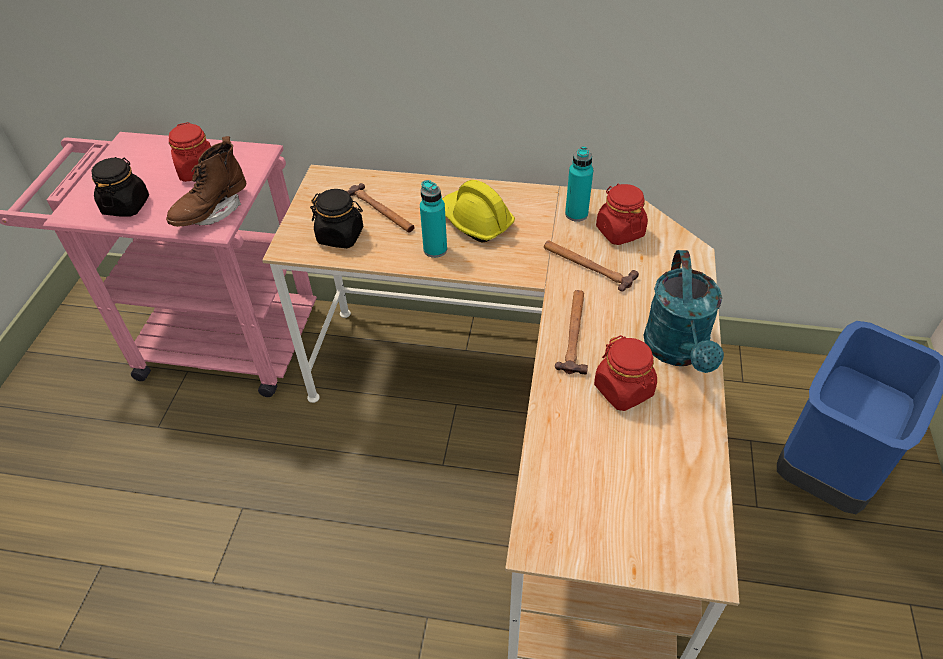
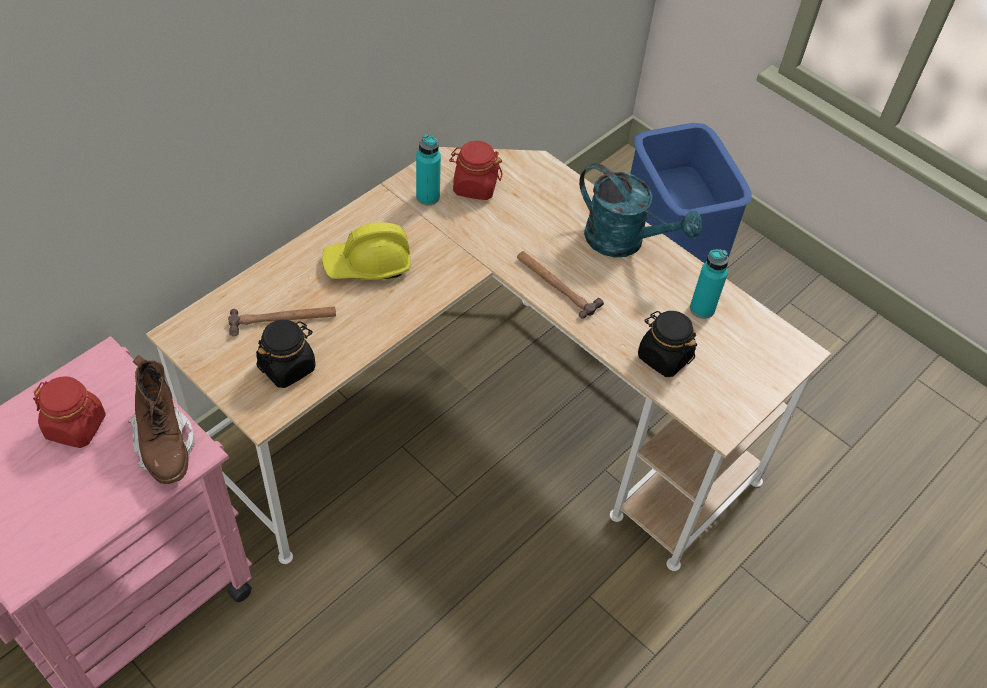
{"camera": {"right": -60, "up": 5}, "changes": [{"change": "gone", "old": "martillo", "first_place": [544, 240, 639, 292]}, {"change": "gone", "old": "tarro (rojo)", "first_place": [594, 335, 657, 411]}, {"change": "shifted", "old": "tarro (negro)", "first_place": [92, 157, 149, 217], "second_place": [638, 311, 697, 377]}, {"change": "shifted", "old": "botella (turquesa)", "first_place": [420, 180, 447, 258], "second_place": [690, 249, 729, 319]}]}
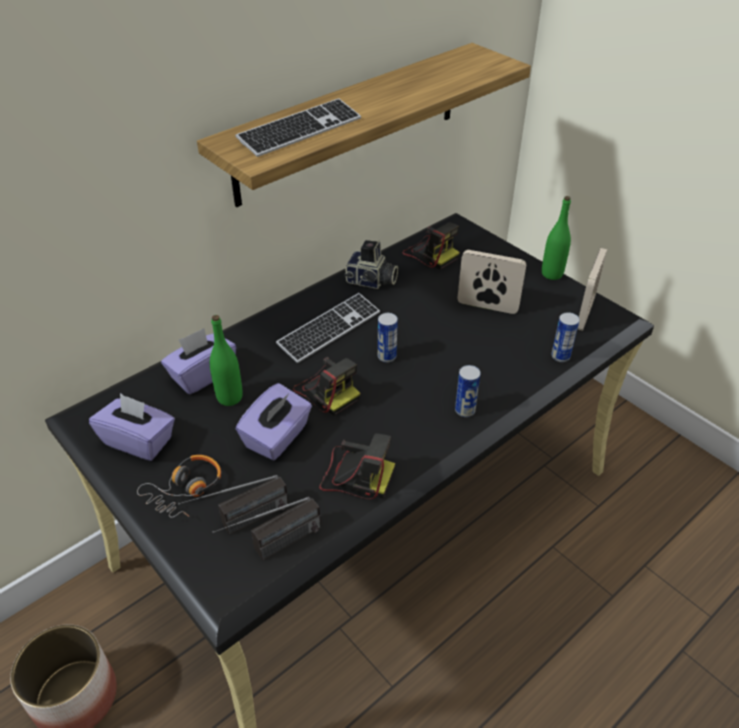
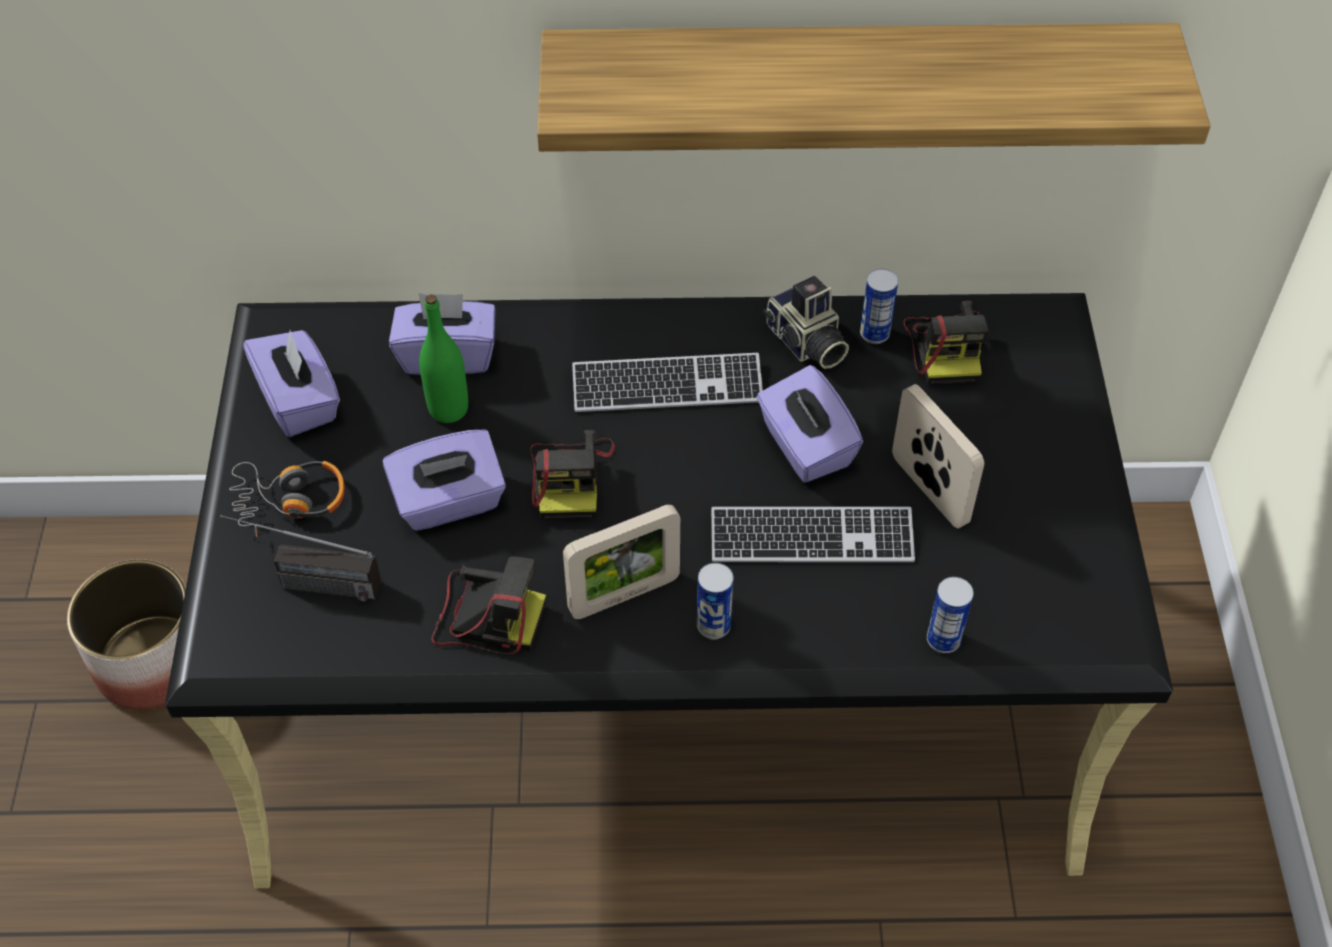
{"camera": {"right": 40, "up": 10}, "changes": [{"change": "gone", "old": "radio", "first_place": [212, 497, 321, 560]}, {"change": "gone", "old": "botella (verde)", "first_place": [542, 196, 571, 280]}, {"change": "new", "new": "caja de pañuelos (morado)", "second_place": [757, 365, 863, 483]}, {"change": "shifted", "old": "teclado", "first_place": [236, 98, 361, 157], "second_place": [711, 507, 915, 562]}, {"change": "shifted", "old": "lata", "first_place": [378, 313, 398, 362], "second_place": [860, 269, 898, 344]}, {"change": "shifted", "old": "portarretratos", "first_place": [578, 248, 607, 331], "second_place": [563, 504, 680, 619]}, {"change": "rotated", "old": "cámara", "first_place": [319, 433, 395, 500], "second_place": [431, 556, 546, 654], "degrees": -45}]}
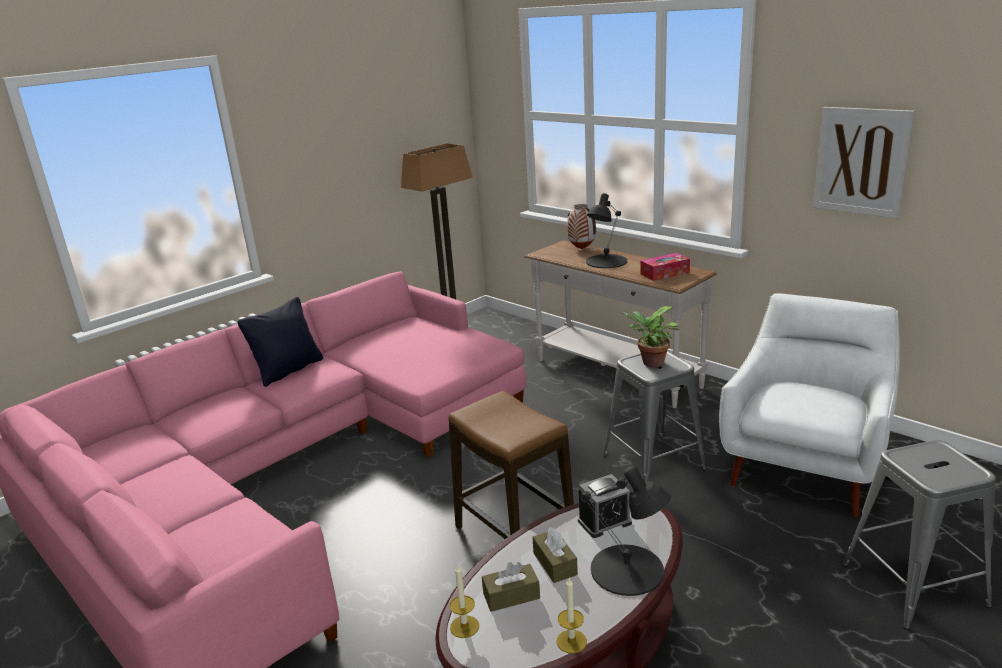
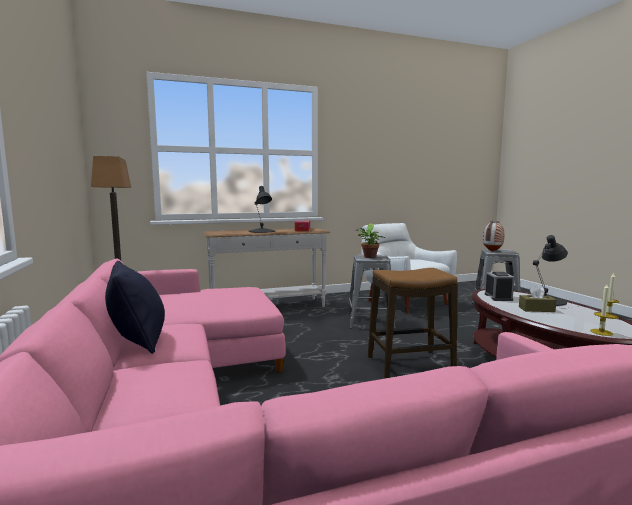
{"camera": {"right": -65, "up": -15}, "changes": [{"change": "gone", "old": "caja de pañuelos (marrón)", "first_place": [482, 562, 540, 612]}, {"change": "gone", "old": "cuadro", "first_place": [813, 107, 915, 219]}, {"change": "shifted", "old": "florero", "first_place": [567, 204, 596, 249], "second_place": [483, 221, 504, 252]}]}
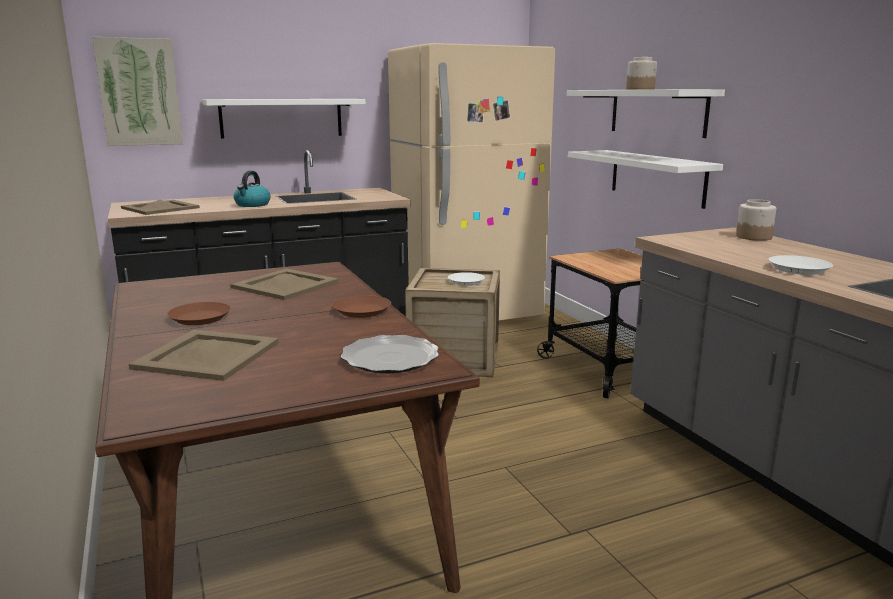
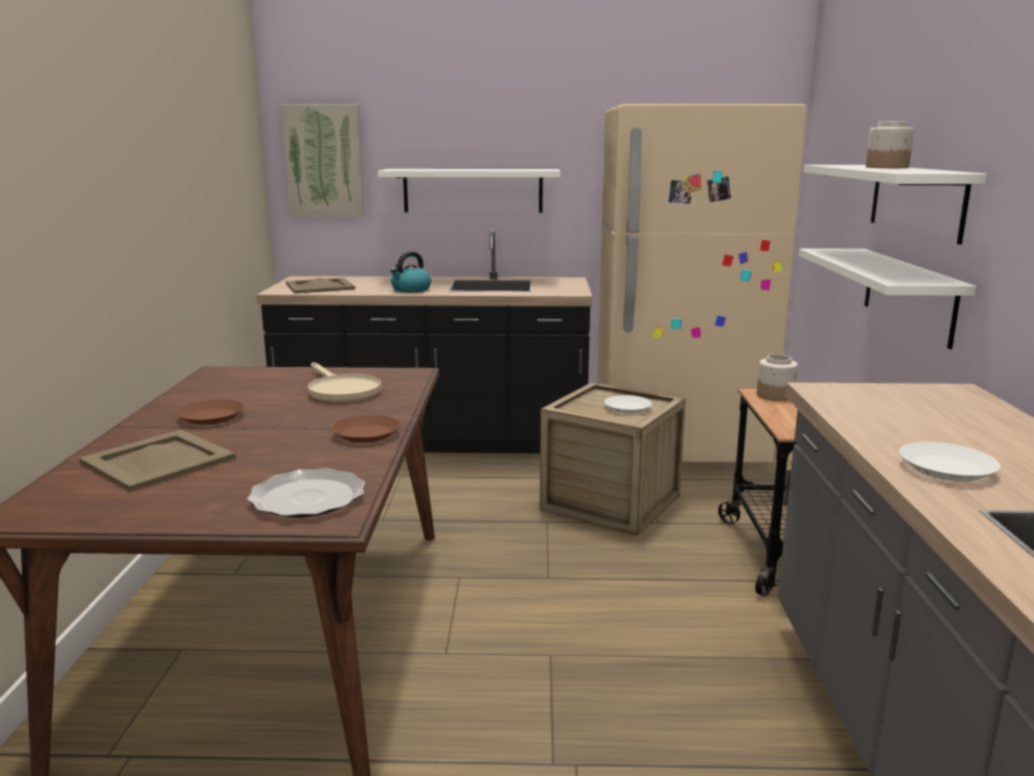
{"camera": {"right": 25, "up": 0}, "changes": [{"change": "shifted", "old": "tarro", "first_place": [736, 199, 776, 241], "second_place": [757, 354, 798, 401]}, {"change": "swapped", "old": "bandeja (beis)", "new": "sartén (beis)", "first_place": [230, 269, 339, 300], "second_place": [308, 362, 382, 402]}]}
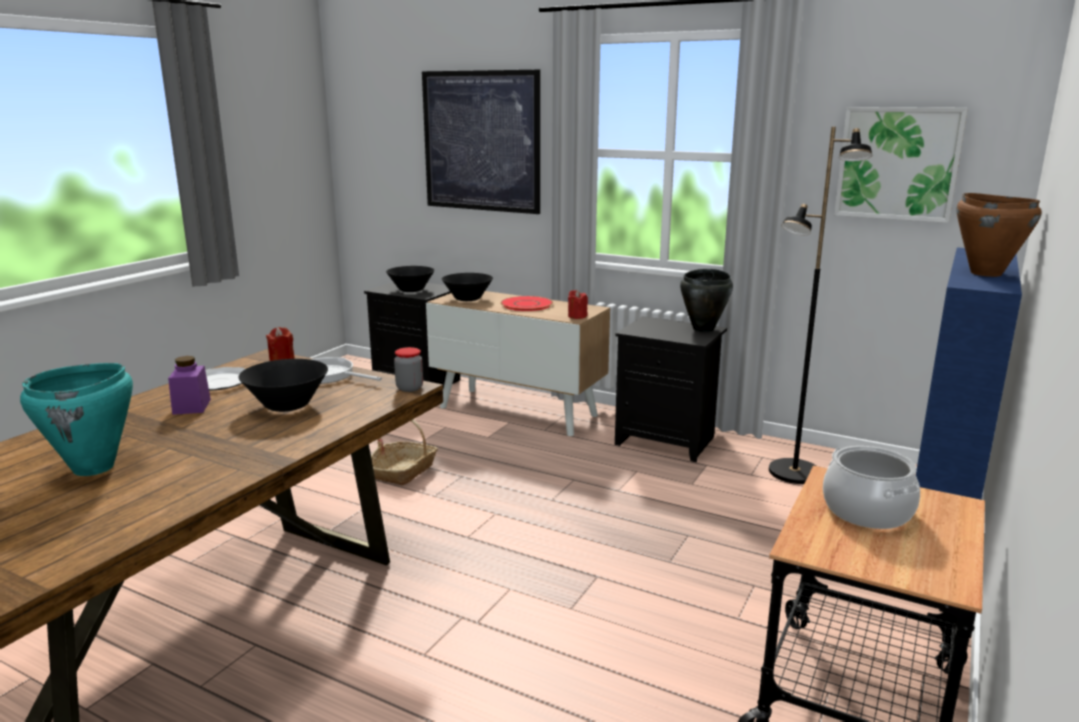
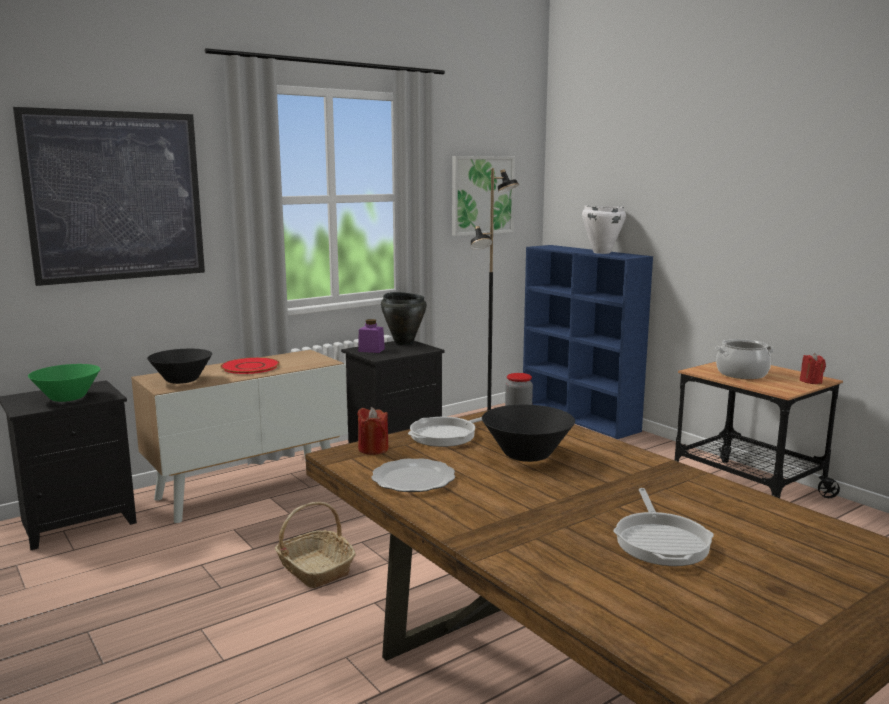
{"camera": {"right": -65, "up": -5}, "changes": [{"change": "shifted", "old": "tarro (morado)", "first_place": [168, 356, 211, 415], "second_place": [358, 319, 385, 353]}, {"change": "shifted", "old": "vela (rojo)", "first_place": [568, 290, 588, 319], "second_place": [800, 353, 826, 384]}, {"change": "swapped", "old": "olla (turquesa)", "new": "sartén", "first_place": [20, 363, 133, 476], "second_place": [613, 488, 714, 566]}, {"change": "repainted", "old": "cuenco (negro)", "new": "cuenco (verde)", "first_place": [386, 266, 435, 292], "second_place": [28, 364, 100, 402]}, {"change": "repainted", "old": "olla (marrón)", "new": "olla (blanco)", "first_place": [957, 193, 1042, 277], "second_place": [582, 206, 626, 254]}]}
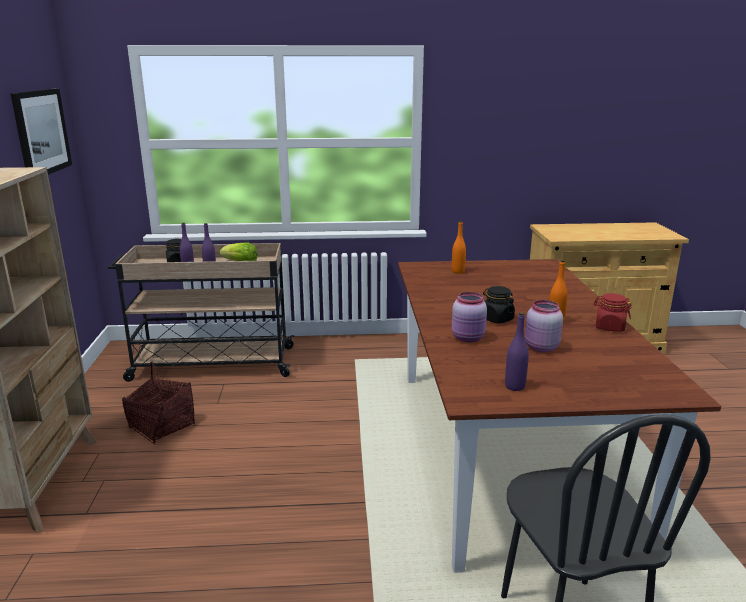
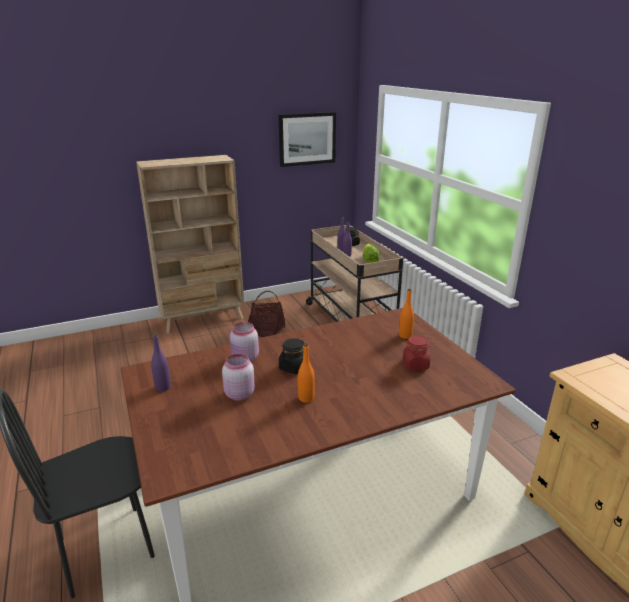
{"camera": {"right": 70, "up": 5}, "changes": [{"change": "shifted", "old": "tarro (rojo)", "first_place": [594, 293, 632, 332], "second_place": [403, 336, 430, 370]}]}
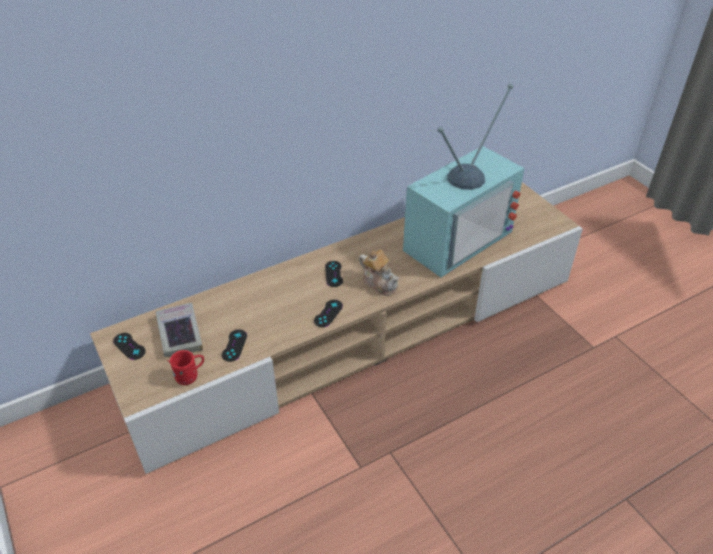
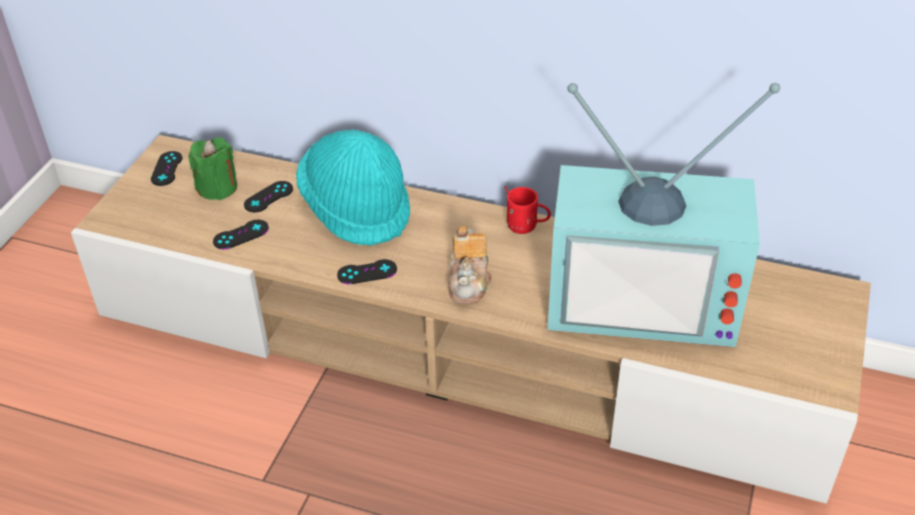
{"camera": {"right": 50, "up": 0}, "changes": [{"change": "new", "new": "sombrero (turquesa)", "second_place": [296, 129, 410, 246]}, {"change": "shifted", "old": "taza grande (rojo)", "first_place": [167, 350, 204, 385], "second_place": [504, 186, 551, 234]}, {"change": "shifted", "old": "mando de consola (negro)", "first_place": [325, 261, 343, 287], "second_place": [244, 181, 293, 213]}, {"change": "swapped", "old": "libro", "new": "vela (verde)", "first_place": [156, 302, 203, 357], "second_place": [188, 137, 237, 200]}]}
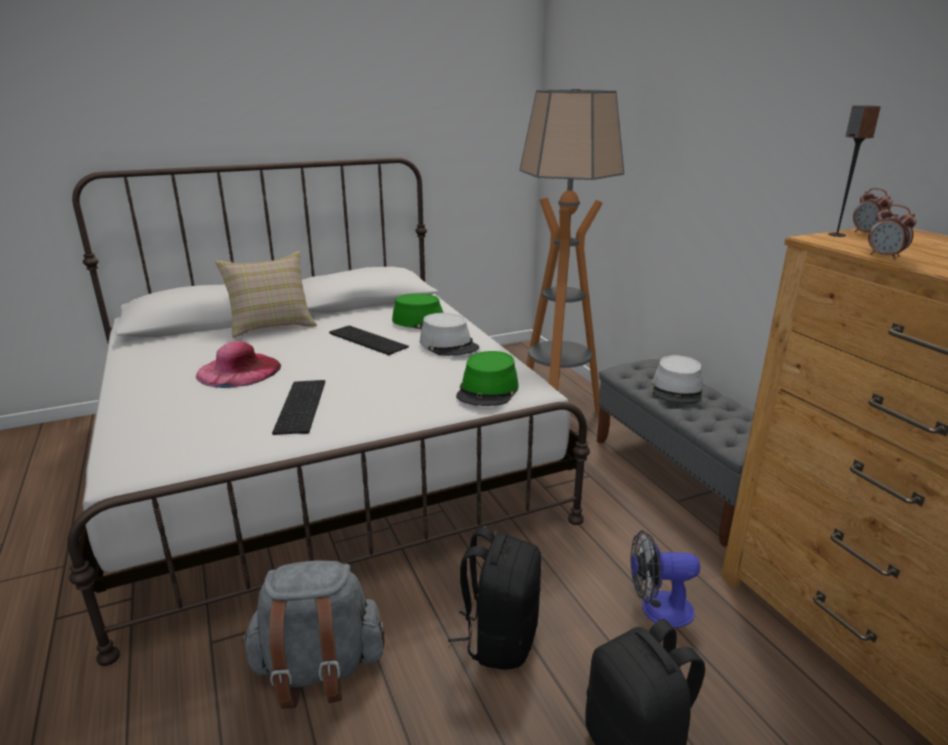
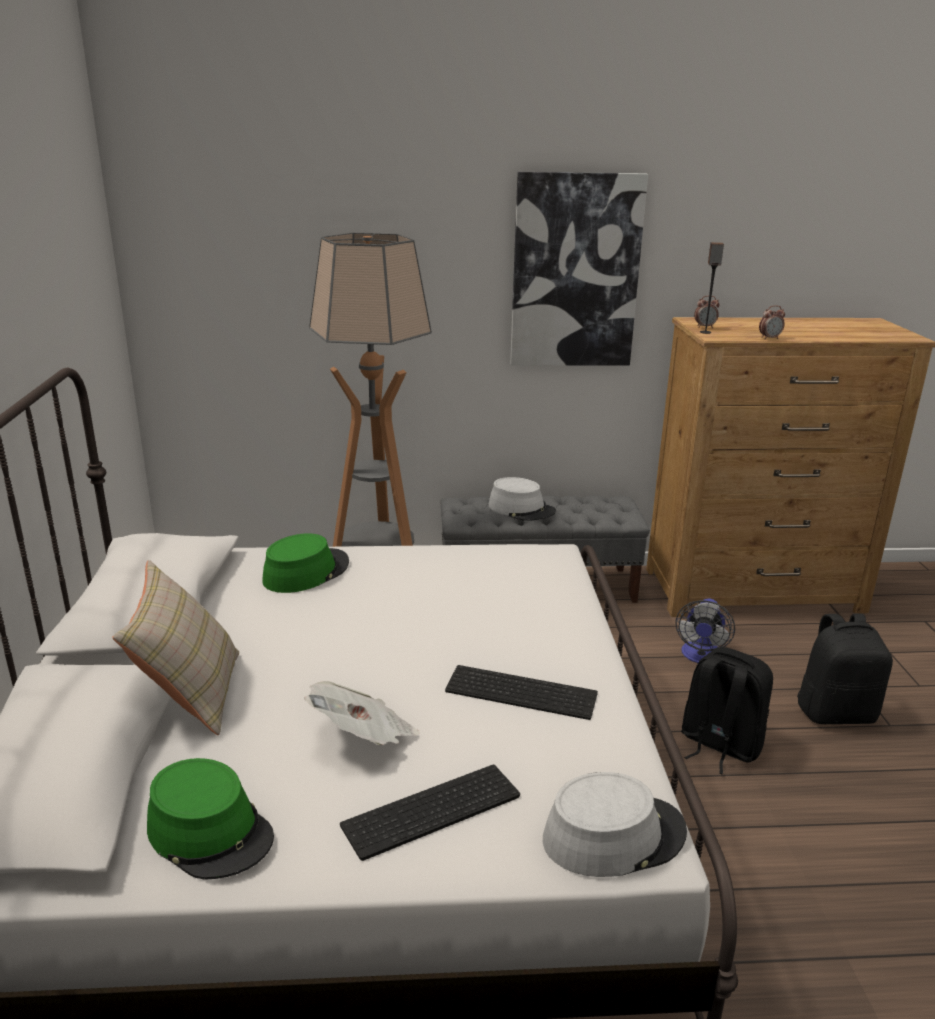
{"camera": {"right": -70, "up": 0}, "changes": [{"change": "gone", "old": "mochila (gris)", "first_place": [241, 560, 384, 709]}, {"change": "new", "new": "cuadro", "second_place": [510, 172, 648, 366]}, {"change": "shifted", "old": "teclado", "first_place": [329, 326, 409, 355], "second_place": [340, 765, 520, 861]}, {"change": "shifted", "old": "sombrero (gris)", "first_place": [420, 313, 479, 356], "second_place": [543, 772, 687, 877]}, {"change": "shifted", "old": "sombrero (verde)", "first_place": [456, 351, 519, 406], "second_place": [147, 758, 274, 880]}, {"change": "swapped", "old": "sombrero (rosa)", "new": "periódico", "first_place": [196, 341, 281, 388], "second_place": [304, 681, 419, 745]}]}
